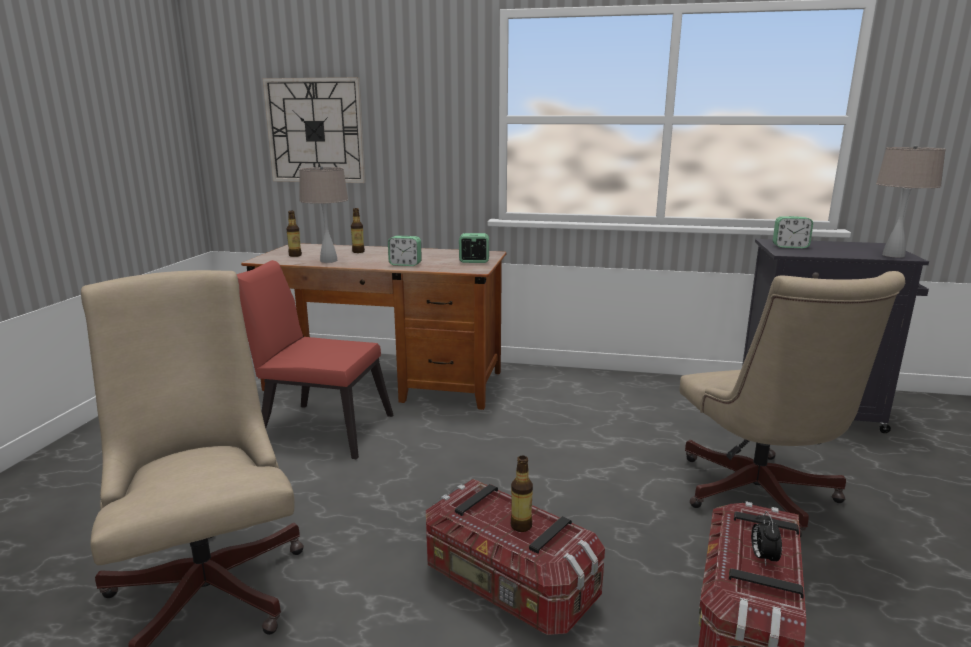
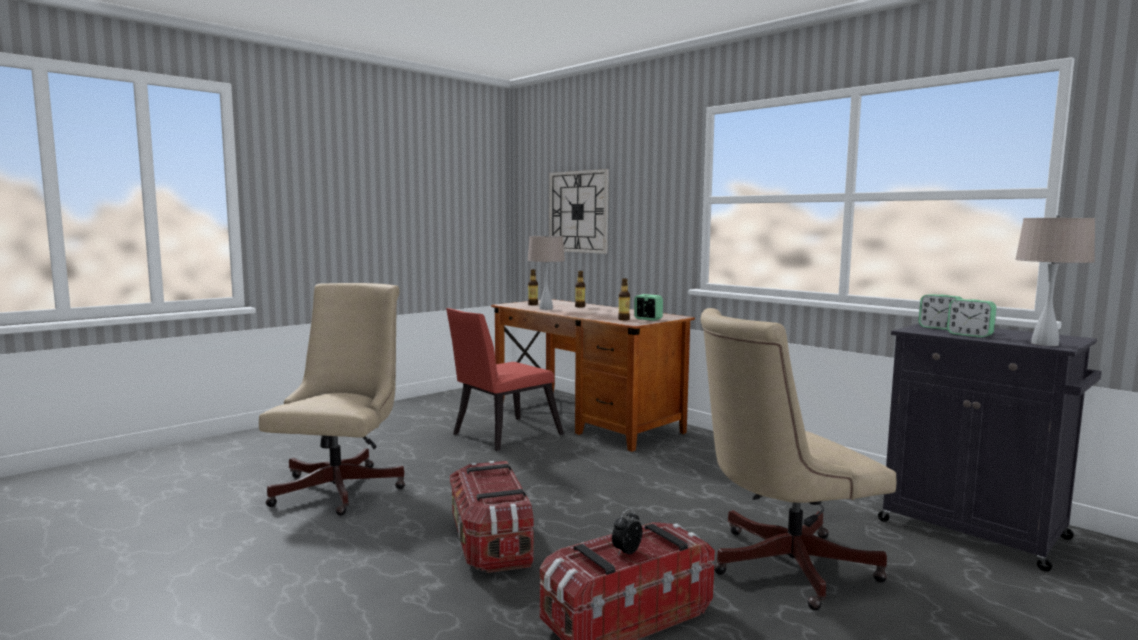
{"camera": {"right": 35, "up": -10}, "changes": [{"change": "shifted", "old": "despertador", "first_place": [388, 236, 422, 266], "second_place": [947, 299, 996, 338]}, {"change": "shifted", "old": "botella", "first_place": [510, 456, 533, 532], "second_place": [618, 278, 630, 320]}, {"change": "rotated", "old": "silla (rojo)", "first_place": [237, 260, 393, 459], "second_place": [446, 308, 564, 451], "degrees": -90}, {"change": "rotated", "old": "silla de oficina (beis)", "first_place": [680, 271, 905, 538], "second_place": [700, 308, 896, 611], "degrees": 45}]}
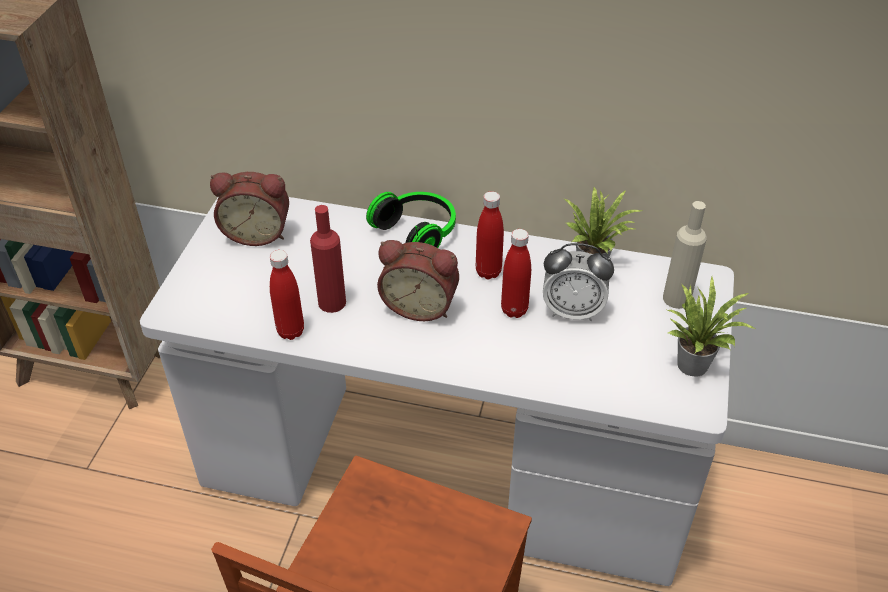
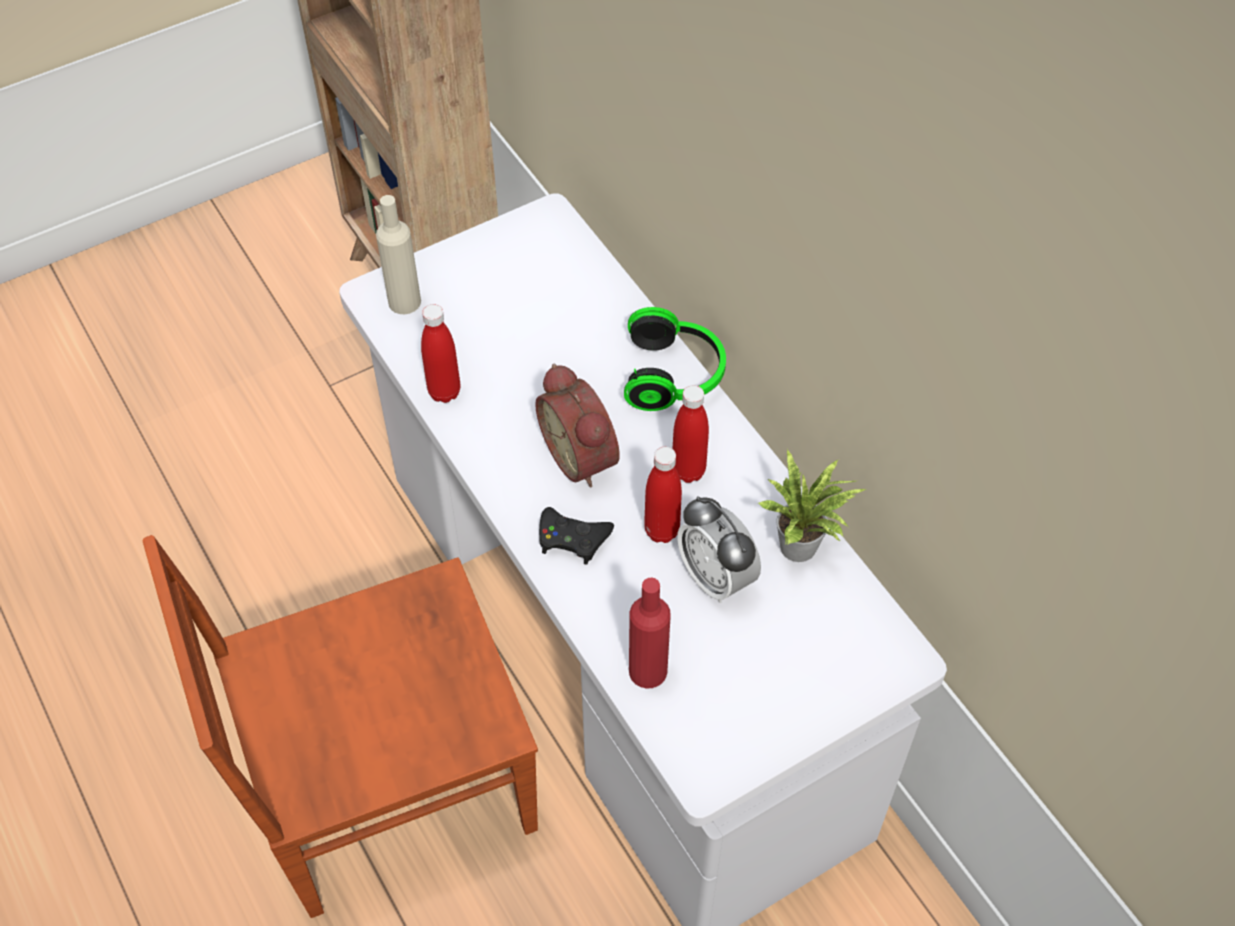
{"camera": {"right": 45, "up": 10}, "changes": [{"change": "gone", "old": "despertador", "first_place": [210, 172, 289, 246]}, {"change": "gone", "old": "planta en maceta", "first_place": [668, 276, 757, 376]}, {"change": "new", "new": "mando de consola (negro)", "second_place": [539, 507, 614, 565]}, {"change": "shifted", "old": "botella (rojo)", "first_place": [310, 205, 346, 313], "second_place": [629, 578, 671, 689]}, {"change": "shifted", "old": "botella (beis)", "first_place": [663, 201, 707, 309], "second_place": [376, 195, 421, 314]}]}
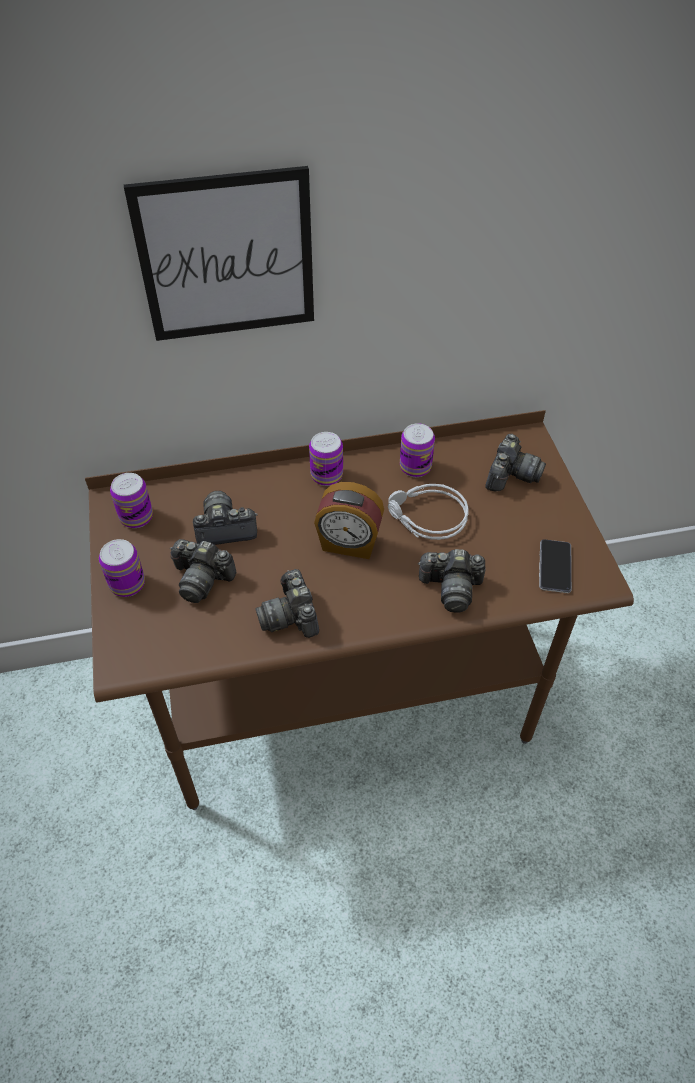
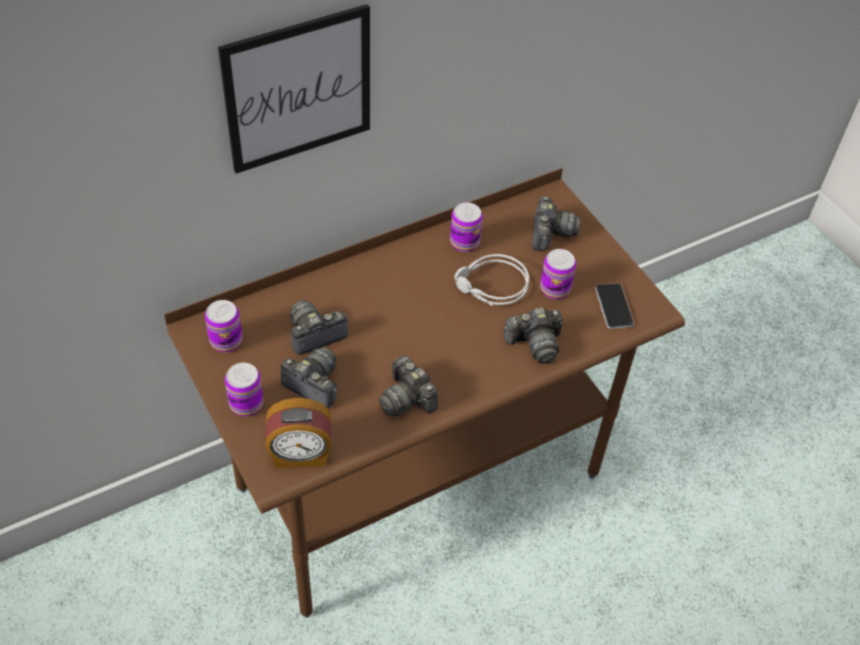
{"camera": {"right": -20, "up": 0}, "changes": [{"change": "shifted", "old": "lata", "first_place": [309, 432, 343, 486], "second_place": [540, 249, 576, 299]}, {"change": "shifted", "old": "despertador", "first_place": [314, 482, 384, 559], "second_place": [265, 398, 331, 468]}, {"change": "rotated", "old": "cámara", "first_place": [170, 539, 237, 603], "second_place": [281, 347, 337, 408], "degrees": -150}]}
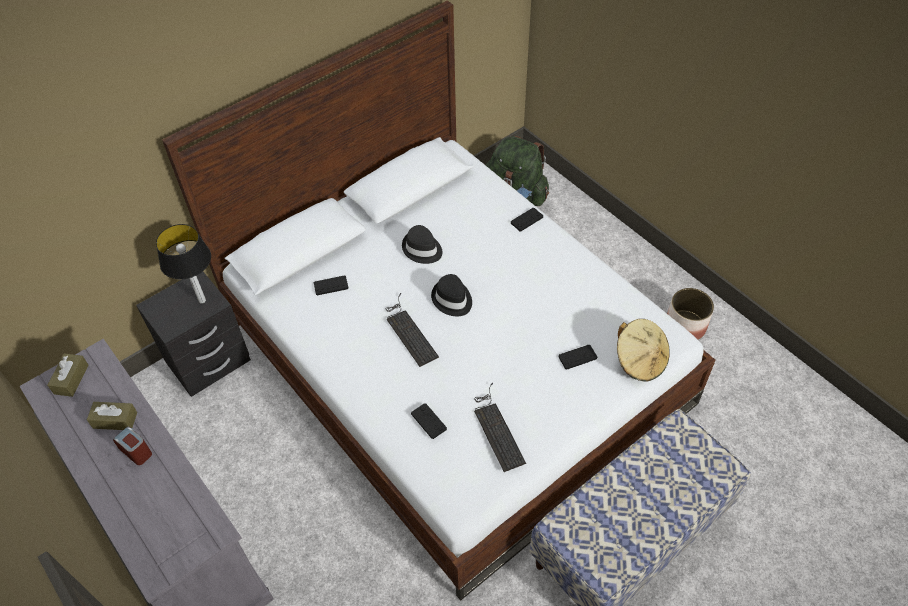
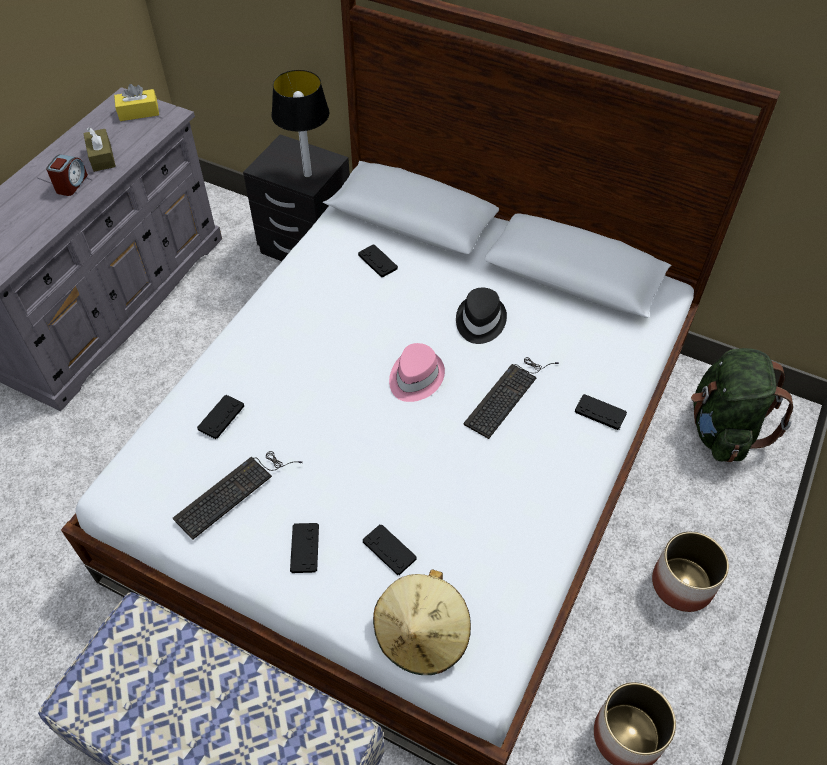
{"camera": {"right": 65, "up": 0}, "changes": [{"change": "new", "new": "mando de consola (negro)", "second_place": [290, 523, 319, 573]}, {"change": "new", "new": "maceta", "second_place": [652, 531, 729, 612]}, {"change": "shifted", "old": "teclado", "first_place": [386, 293, 439, 367], "second_place": [463, 357, 559, 439]}, {"change": "repainted", "old": "caja de pañuelos (marrón)", "new": "caja de pañuelos (amarillo)", "first_place": [47, 353, 88, 397], "second_place": [114, 84, 159, 121]}, {"change": "repainted", "old": "sombrero (negro)", "new": "sombrero (rosa)", "first_place": [431, 274, 472, 316], "second_place": [389, 343, 445, 402]}]}
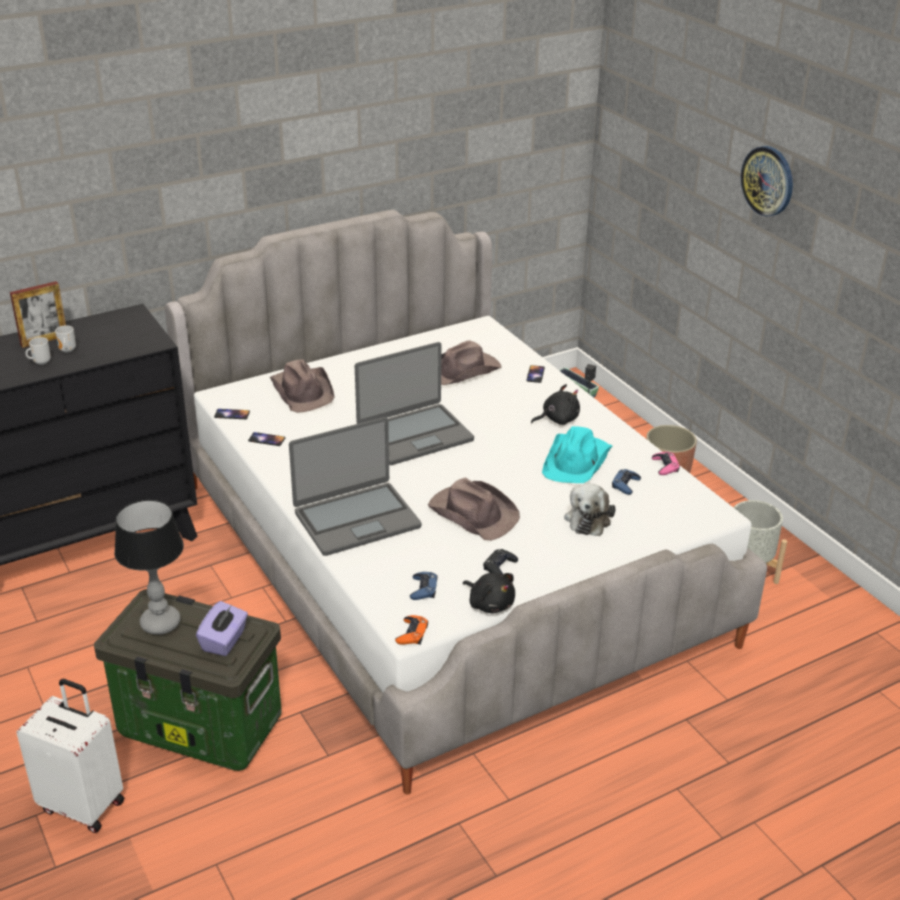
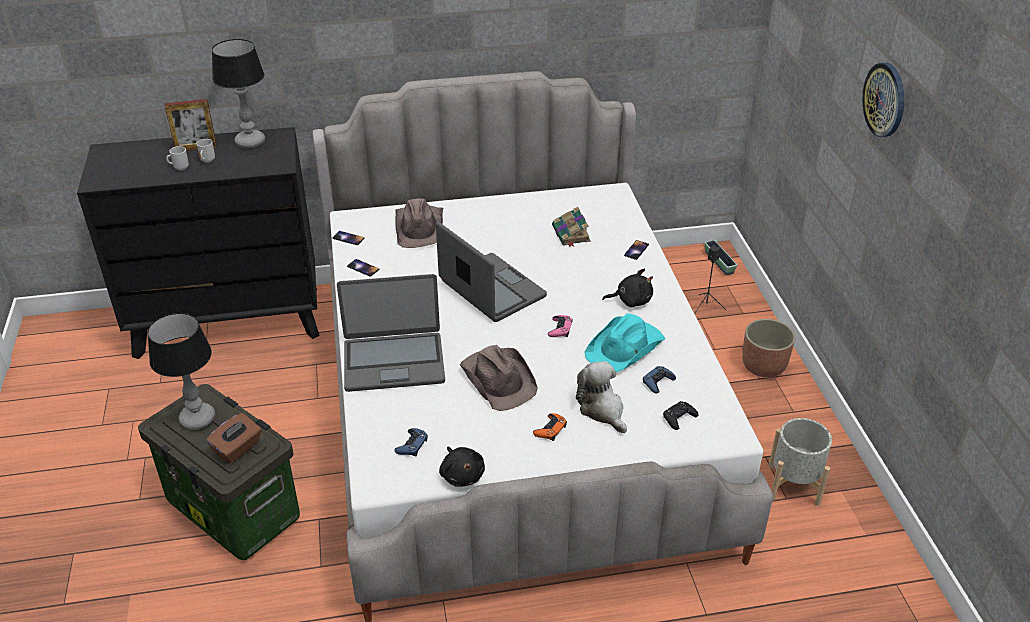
{"camera": {"right": 20, "up": 5}, "changes": [{"change": "gone", "old": "maleta (blanco)", "first_place": [16, 679, 124, 833]}, {"change": "new", "new": "lámpara de mesa", "second_place": [212, 39, 265, 148]}, {"change": "shifted", "old": "mando de consola (naranja)", "first_place": [395, 615, 428, 645], "second_place": [533, 413, 567, 441]}, {"change": "shifted", "old": "mando de consola (negro)", "first_place": [483, 549, 518, 575], "second_place": [663, 401, 698, 430]}, {"change": "shifted", "old": "mando de consola (rosa)", "first_place": [652, 452, 680, 475], "second_place": [548, 315, 573, 337]}, {"change": "swapped", "old": "sombrero (marrón)", "new": "libro", "first_place": [441, 340, 502, 385], "second_place": [552, 207, 591, 247]}, {"change": "repainted", "old": "caja de pañuelos (morado)", "new": "caja de pañuelos (marrón)", "first_place": [196, 601, 248, 656], "second_place": [206, 413, 261, 463]}, {"change": "rotated", "old": "portátil", "first_place": [355, 342, 474, 465], "second_place": [436, 221, 547, 322], "degrees": -120}, {"change": "rotated", "old": "peluche", "first_place": [564, 483, 616, 536], "second_place": [576, 361, 627, 433], "degrees": 120}]}
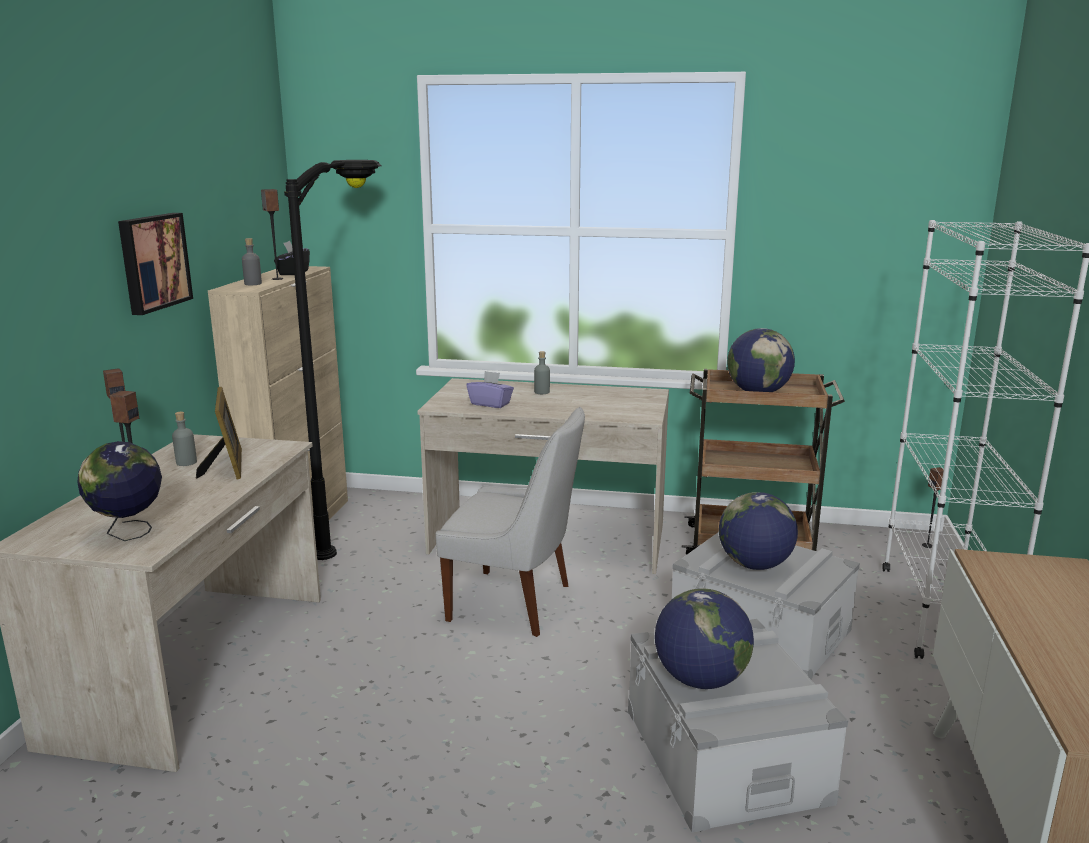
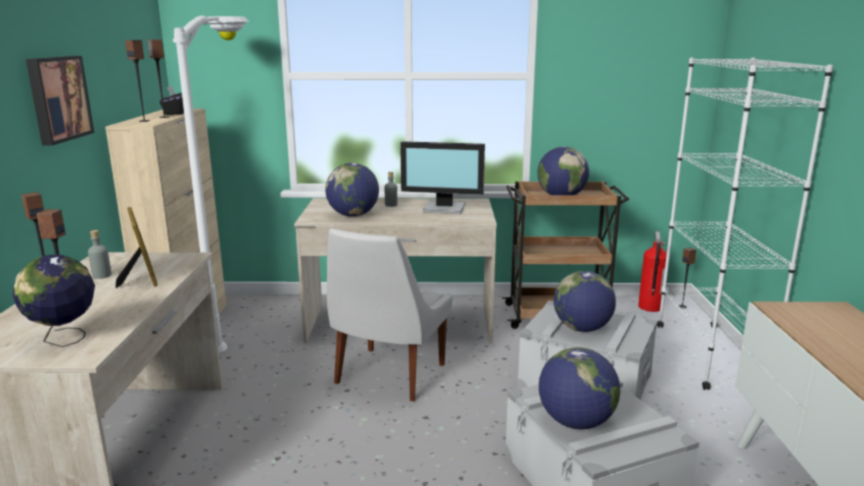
{"camera": {"right": -10, "up": 0}, "changes": [{"change": "new", "new": "monitor", "second_place": [400, 141, 485, 214]}, {"change": "new", "new": "extintor", "second_place": [638, 231, 667, 312]}, {"change": "swapped", "old": "botella (gris)", "new": "altavoz", "first_place": [242, 238, 262, 285], "second_place": [125, 40, 150, 122]}, {"change": "swapped", "old": "caja de pañuelos (morado)", "new": "globo terráqueo", "first_place": [466, 371, 514, 408], "second_place": [325, 163, 379, 217]}, {"change": "repainted", "old": "lámpara de pie (negro)", "new": "lámpara de pie (blanco)", "first_place": [284, 160, 382, 560], "second_place": [173, 16, 249, 354]}, {"change": "rotated", "old": "silla (blanco)", "first_place": [436, 407, 585, 637], "second_place": [327, 228, 453, 401], "degrees": 105}]}
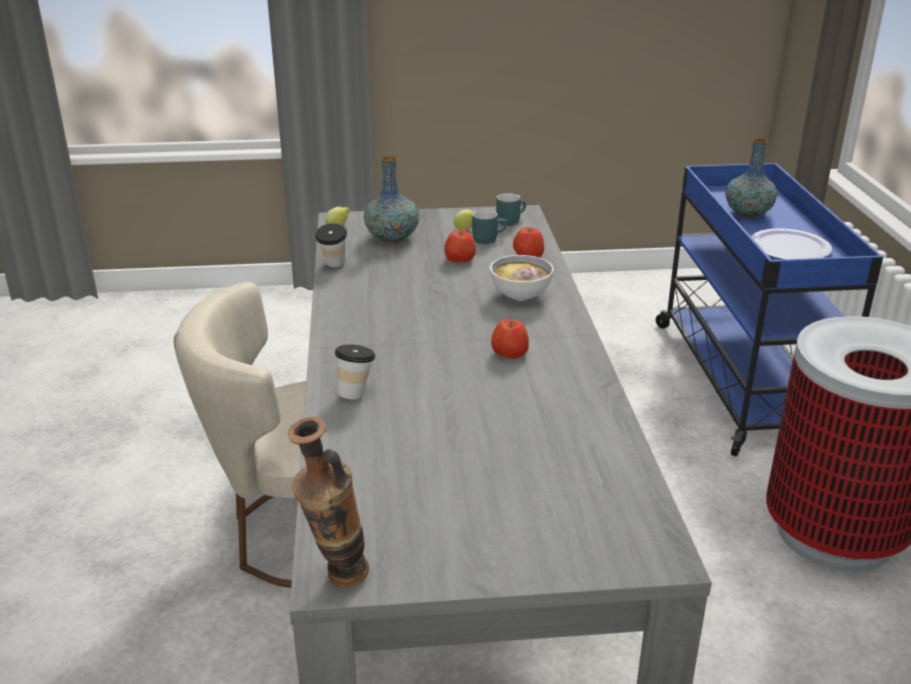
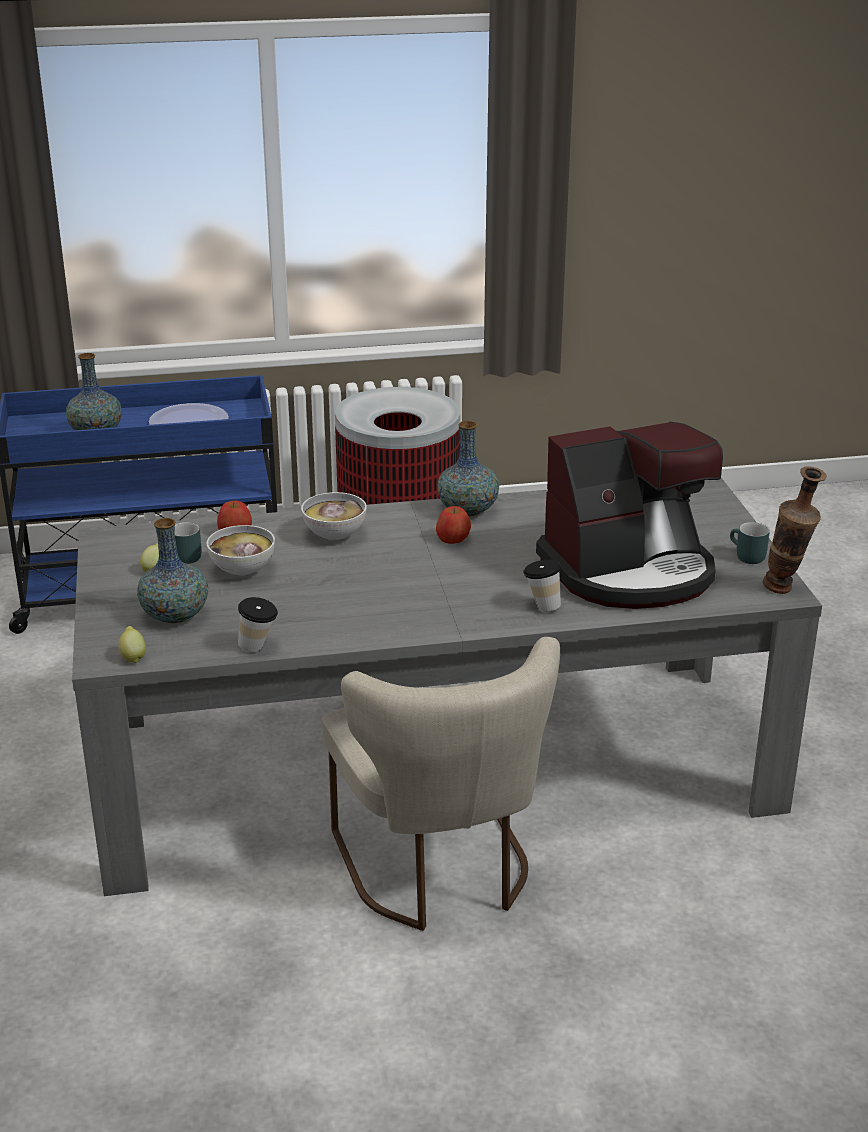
{"camera": {"right": -95, "up": 0}, "changes": [{"change": "new", "new": "florero", "second_place": [437, 421, 499, 516]}, {"change": "new", "new": "cafetera", "second_place": [536, 422, 723, 609]}, {"change": "shifted", "old": "taza grande (turquesa)", "first_place": [496, 193, 526, 226], "second_place": [730, 522, 770, 564]}, {"change": "swapped", "old": "manzana", "new": "cuenco", "first_place": [444, 230, 476, 262], "second_place": [206, 525, 275, 576]}]}
